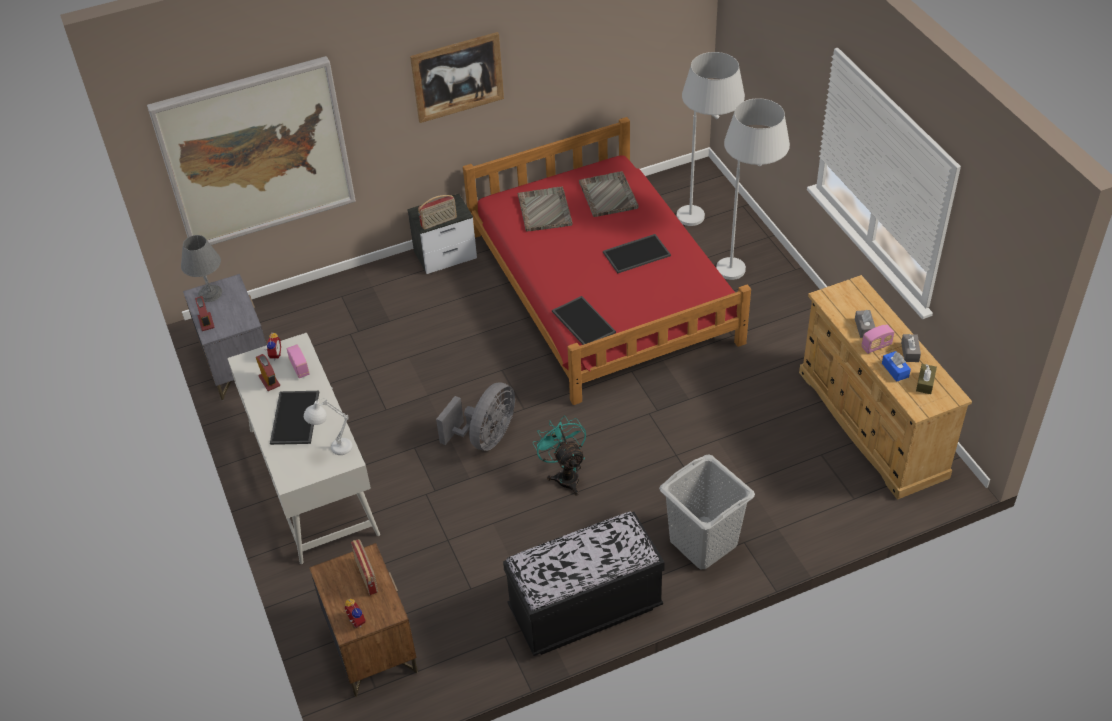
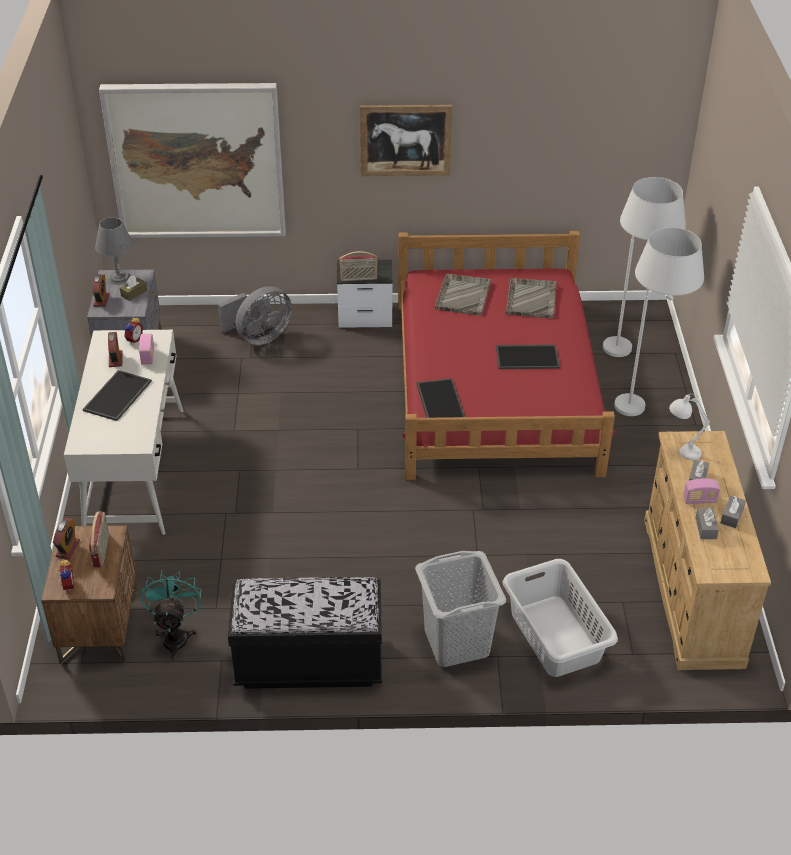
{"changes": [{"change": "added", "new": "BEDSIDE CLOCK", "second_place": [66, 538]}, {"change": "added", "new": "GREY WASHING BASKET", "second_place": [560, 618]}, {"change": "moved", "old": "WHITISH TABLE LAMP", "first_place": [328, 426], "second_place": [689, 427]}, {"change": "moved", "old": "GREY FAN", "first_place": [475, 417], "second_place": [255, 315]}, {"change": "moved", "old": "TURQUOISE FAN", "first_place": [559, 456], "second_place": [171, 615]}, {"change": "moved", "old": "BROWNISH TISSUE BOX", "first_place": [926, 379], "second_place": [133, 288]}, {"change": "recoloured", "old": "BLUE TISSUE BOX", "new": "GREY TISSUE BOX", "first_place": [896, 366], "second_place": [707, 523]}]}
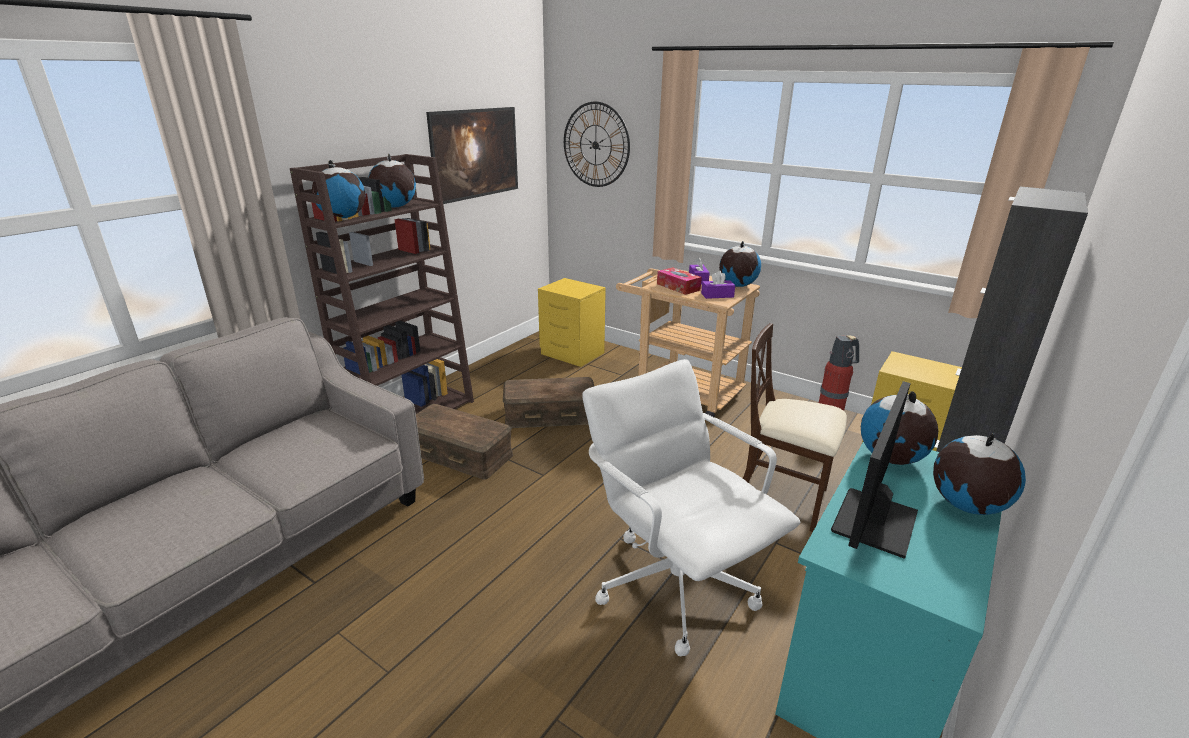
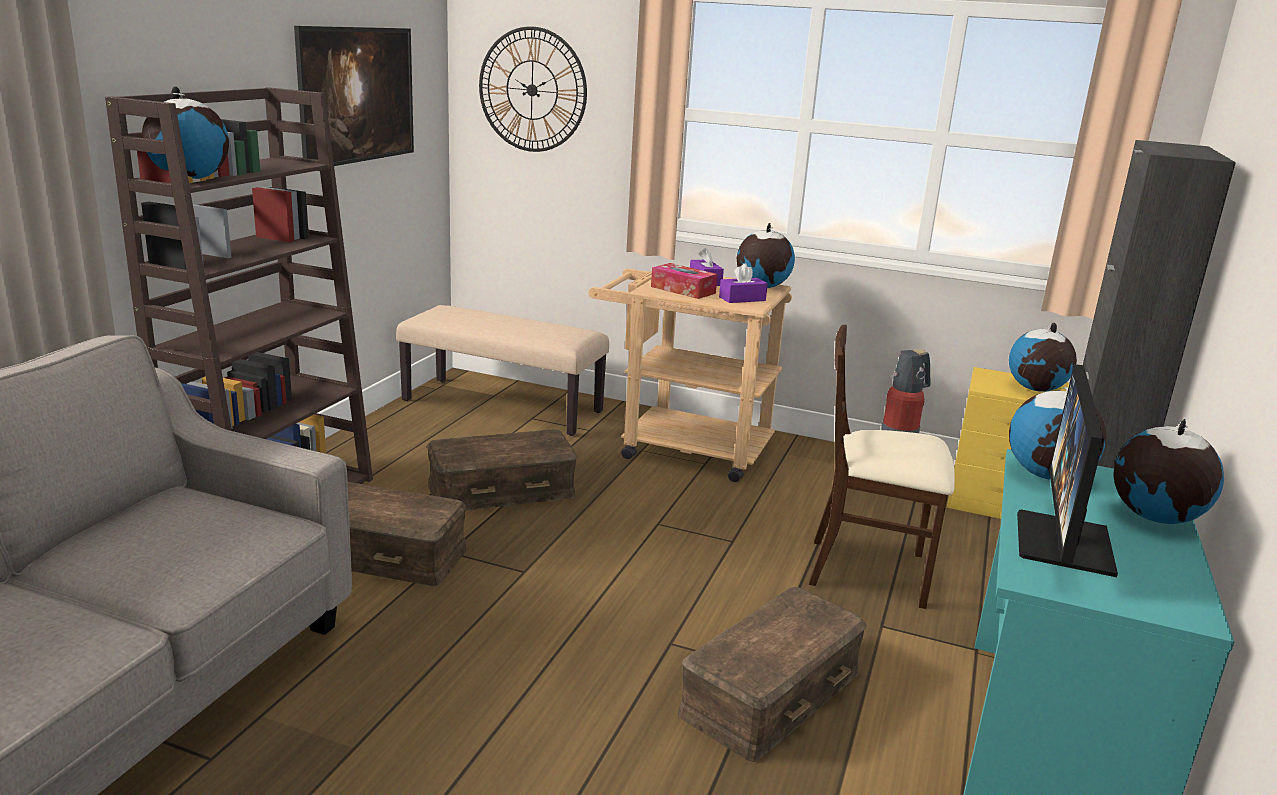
{"changes": [{"change": "moved", "old": "DESK GLOBE", "first_place": [392, 180], "second_place": [1043, 357]}, {"change": "replaced", "old": "YELLOWISH BEDSIDE TABLE", "new": "BEIGE-COLOURED LONG SEAT", "first_place": [572, 322], "second_place": [502, 370]}, {"change": "replaced", "old": "WHITISH DESK CHAIR", "new": "BROWNISH STORAGE CONTAINER", "first_place": [691, 507], "second_place": [772, 674]}]}
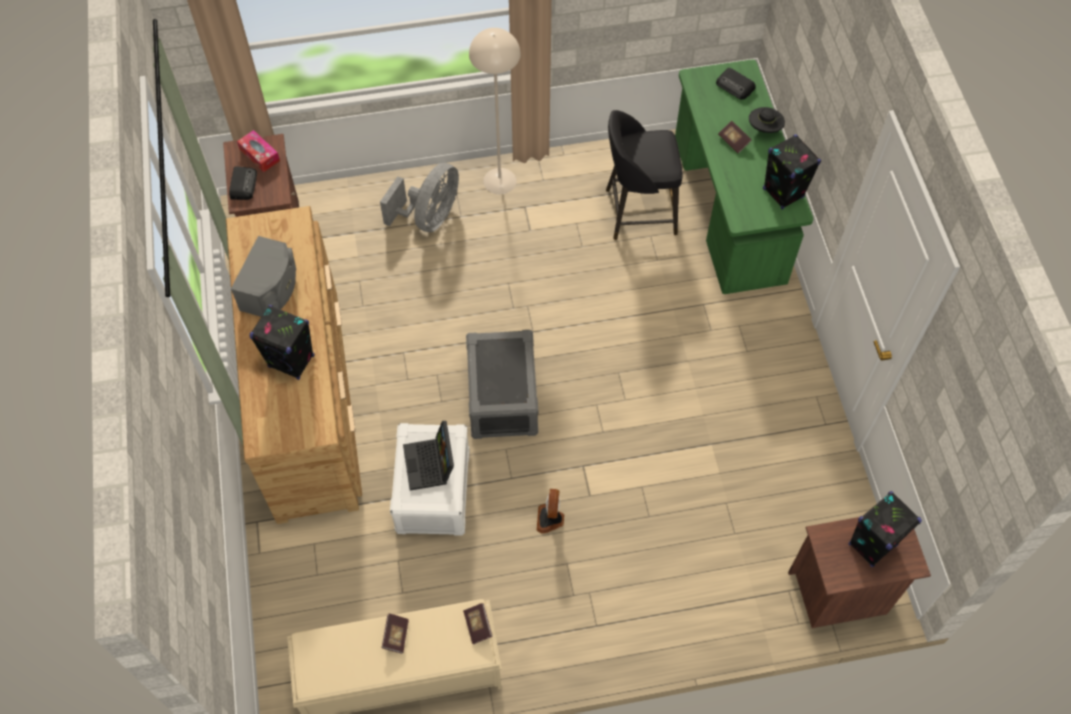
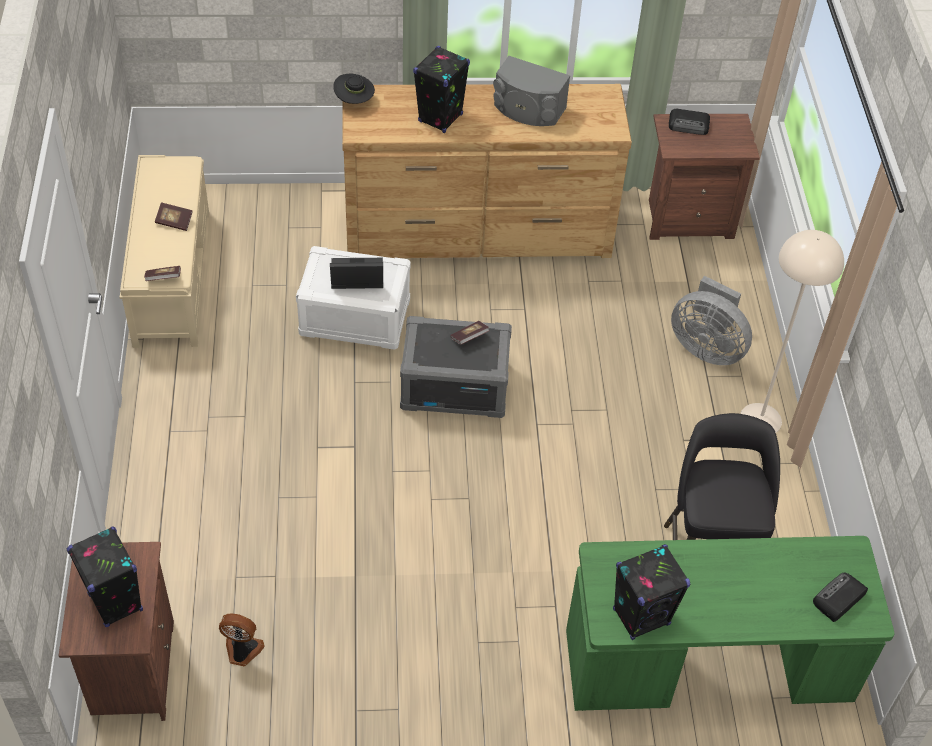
{"changes": [{"change": "removed", "old": "TISSUE BOX", "first_place": [258, 151]}, {"change": "moved", "old": "FAN", "first_place": [550, 511], "second_place": [242, 640]}, {"change": "moved", "old": "BOUND BOOK", "first_place": [735, 137], "second_place": [470, 333]}, {"change": "moved", "old": "BLACKISH CLOTHING HAT", "first_place": [767, 120], "second_place": [354, 89]}]}
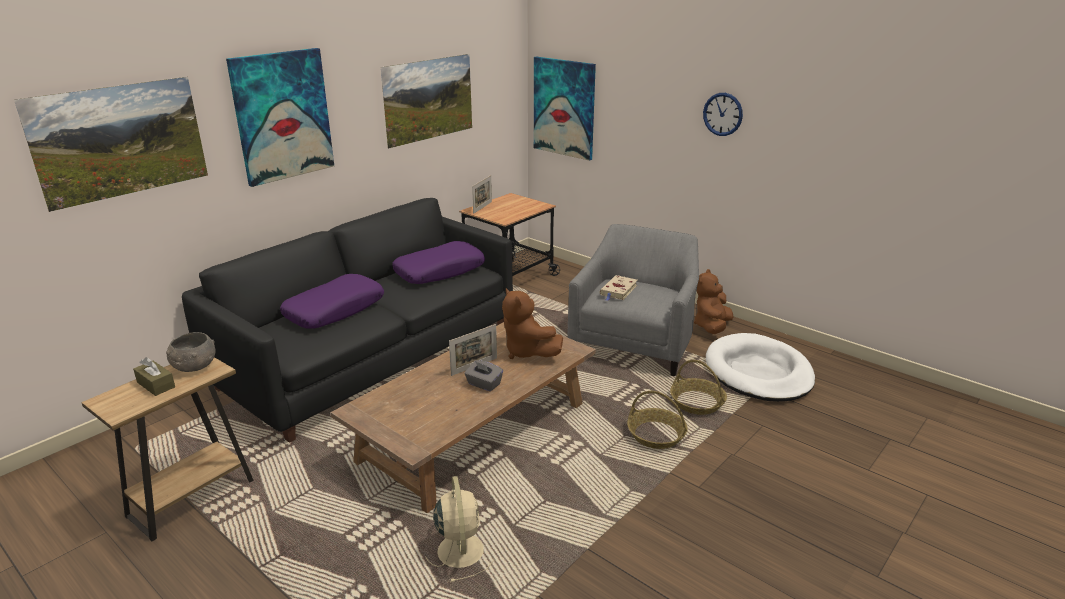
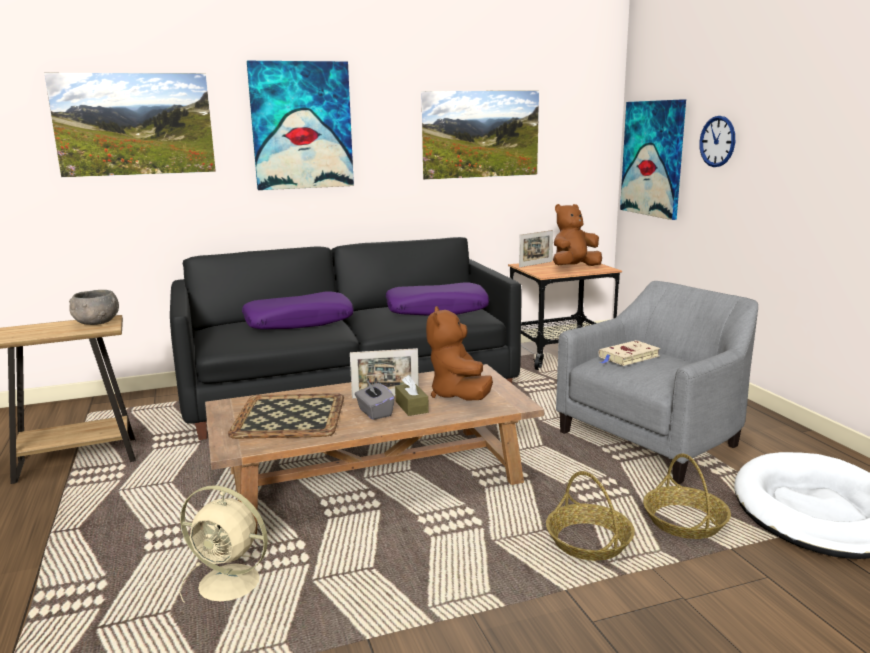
{"changes": [{"change": "added", "new": "CARRYING TRAY", "second_place": [286, 416]}, {"change": "moved", "old": "BROWNISH TISSUE BOX", "first_place": [154, 376], "second_place": [412, 395]}, {"change": "moved", "old": "BROWNISH SOFT TOY", "first_place": [713, 301], "second_place": [577, 235]}, {"change": "moved", "old": "WALL CLOCK", "first_place": [723, 114], "second_place": [717, 141]}, {"change": "turned", "old": "BEIGE-COLOURED FAN", "first_place": [459, 529], "second_place": [223, 544], "degrees": 90}]}
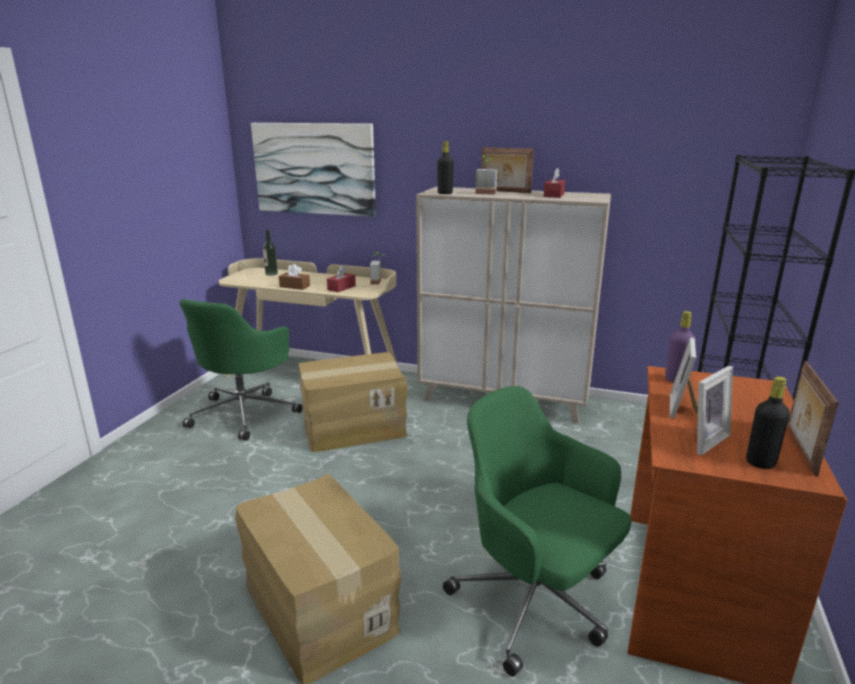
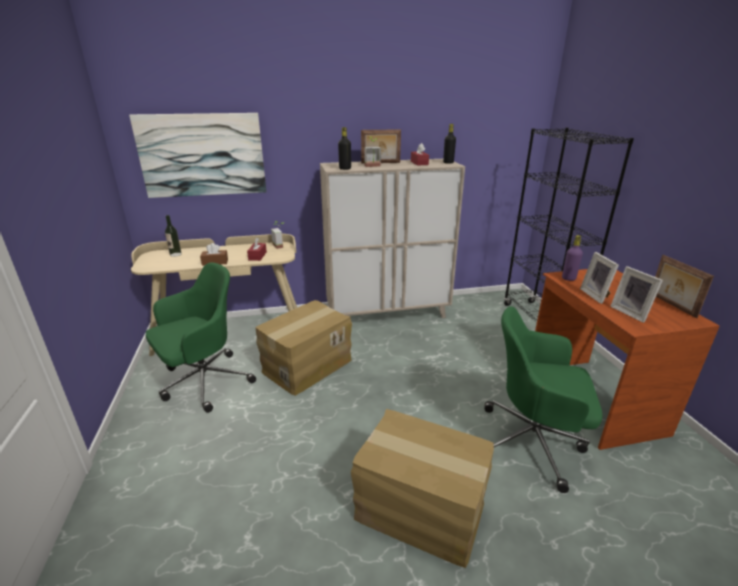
{"changes": [{"change": "moved", "old": "BLACKISH BEVERAGE BOTTLE", "first_place": [768, 422], "second_place": [449, 144]}, {"change": "turned", "old": "GREEN DESK CHAIR", "first_place": [240, 370], "second_place": [201, 337], "degrees": -120}, {"change": "turned", "old": "PICTURE FRAME", "first_place": [712, 410], "second_place": [636, 294], "degrees": 135}]}
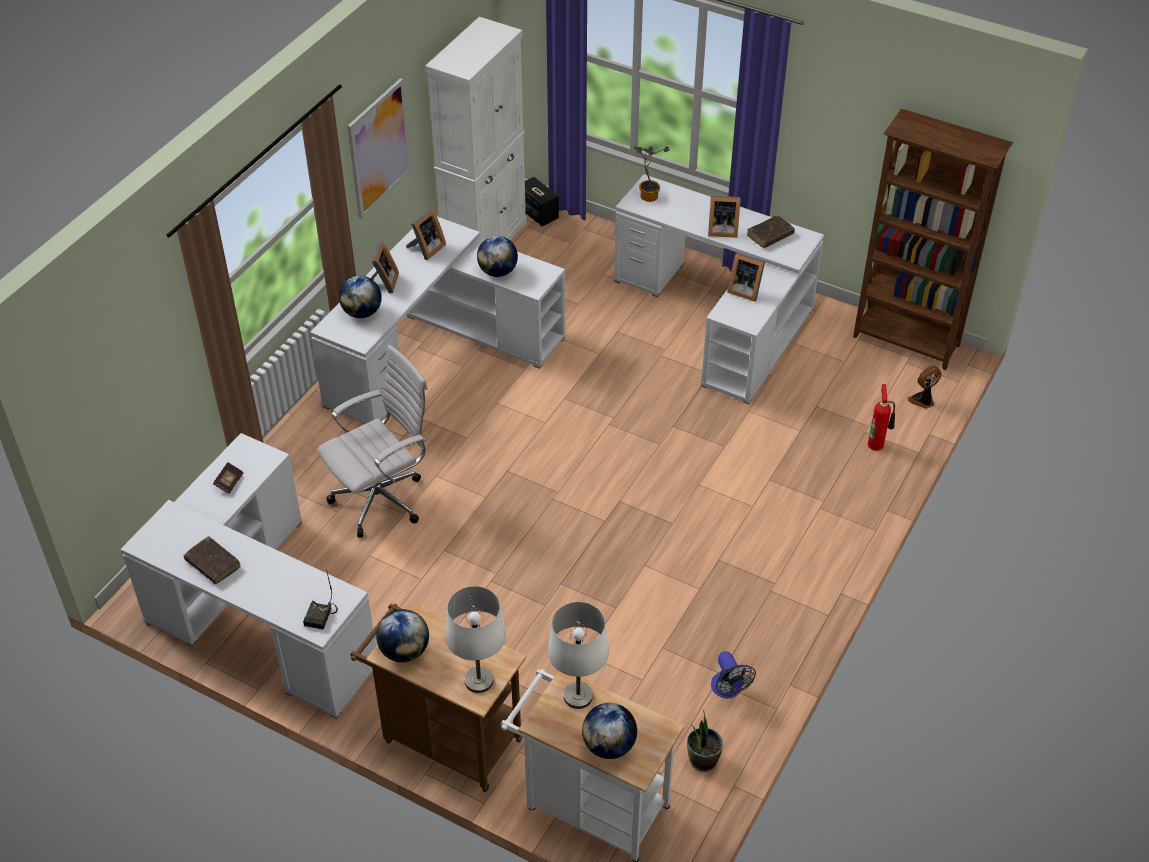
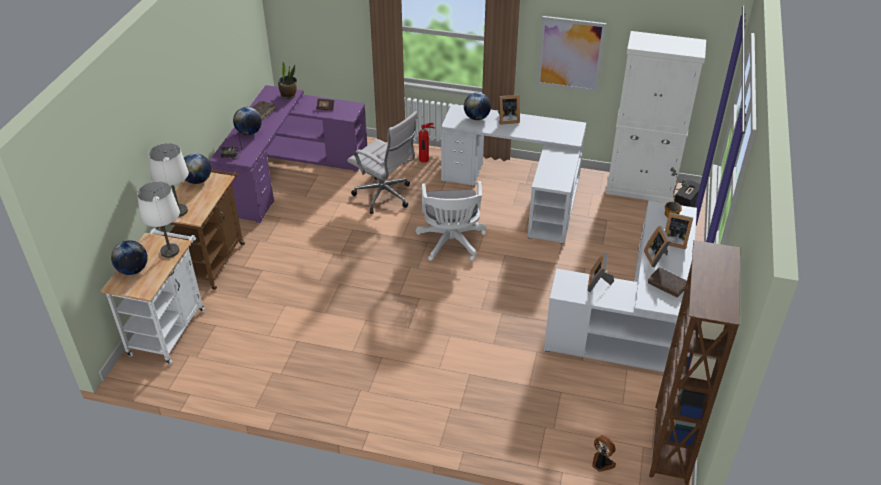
{"changes": [{"change": "removed", "old": "FAN", "first_place": [733, 674]}, {"change": "added", "new": "WHITISH DESK CHAIR", "second_place": [451, 221]}, {"change": "moved", "old": "PICTURE FRAME", "first_place": [426, 234], "second_place": [679, 230]}, {"change": "moved", "old": "DESK GLOBE", "first_place": [497, 256], "second_place": [247, 121]}, {"change": "moved", "old": "PLANT IN A POT", "first_place": [705, 741], "second_place": [287, 80]}, {"change": "moved", "old": "FIRE EXTINGUISHER", "first_place": [881, 417], "second_place": [427, 143]}, {"change": "recoloured", "old": "WHITISH DESK", "new": "PURPLE DESK", "first_place": [248, 576], "second_place": [288, 154]}]}
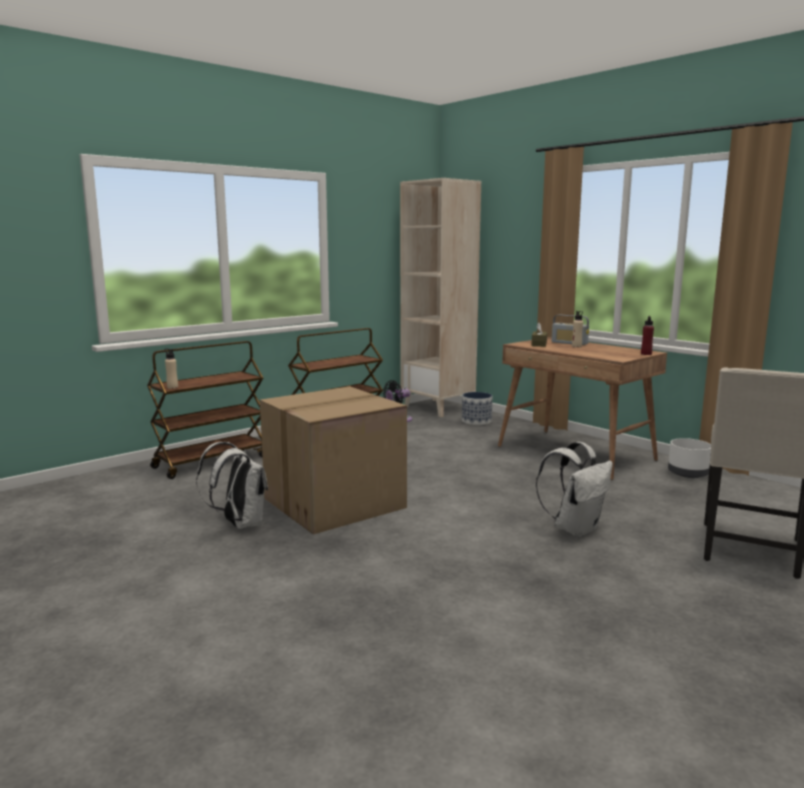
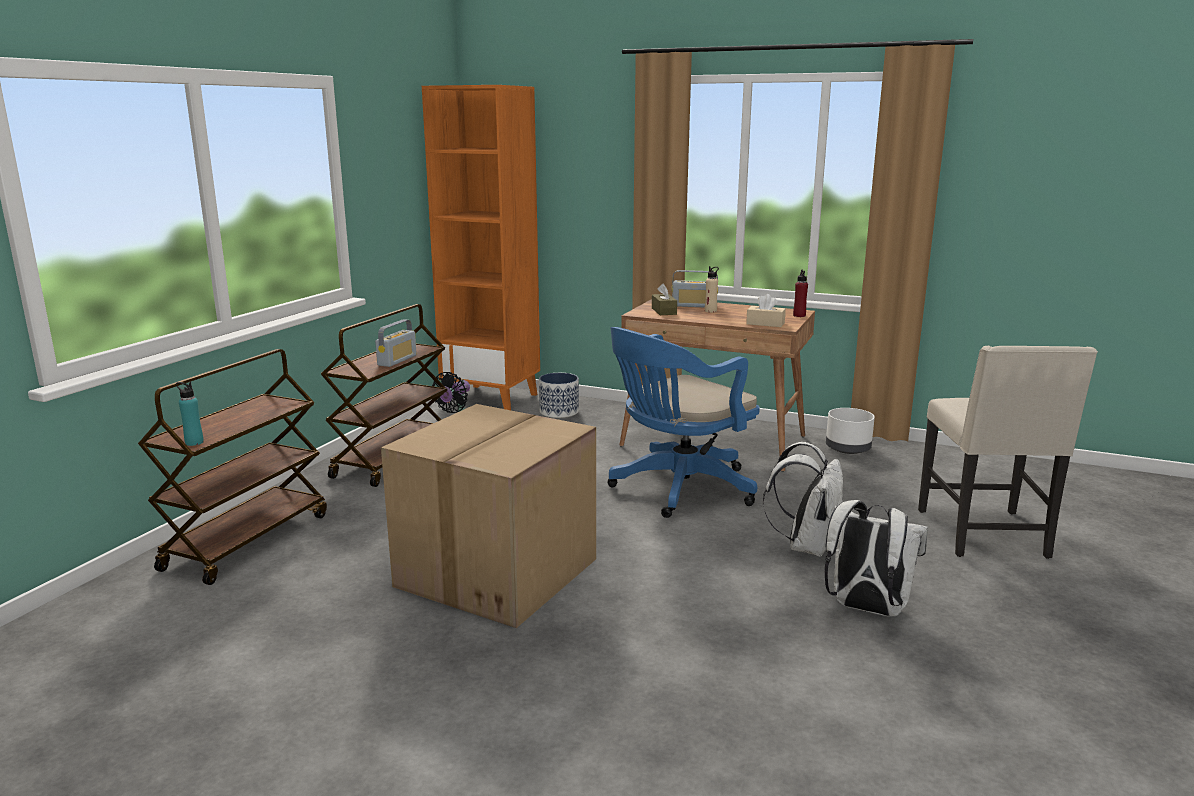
{"changes": [{"change": "added", "new": "RADIO RECEIVER", "second_place": [396, 343]}, {"change": "added", "new": "BLUE DESK CHAIR", "second_place": [683, 422]}, {"change": "added", "new": "BEIGE-COLOURED TISSUE BOX", "second_place": [766, 310]}, {"change": "moved", "old": "WHITISH KNAPSACK", "first_place": [232, 485], "second_place": [876, 558]}, {"change": "recoloured", "old": "BEIGE-COLOURED BEVERAGE BOTTLE", "new": "TURQUOISE BEVERAGE BOTTLE", "first_place": [171, 368], "second_place": [189, 414]}, {"change": "recoloured", "old": "BEIGE-COLOURED BOOKSHELF", "new": "ORANGE-COLOURED BOOKSHELF", "first_place": [440, 297], "second_place": [481, 247]}]}
